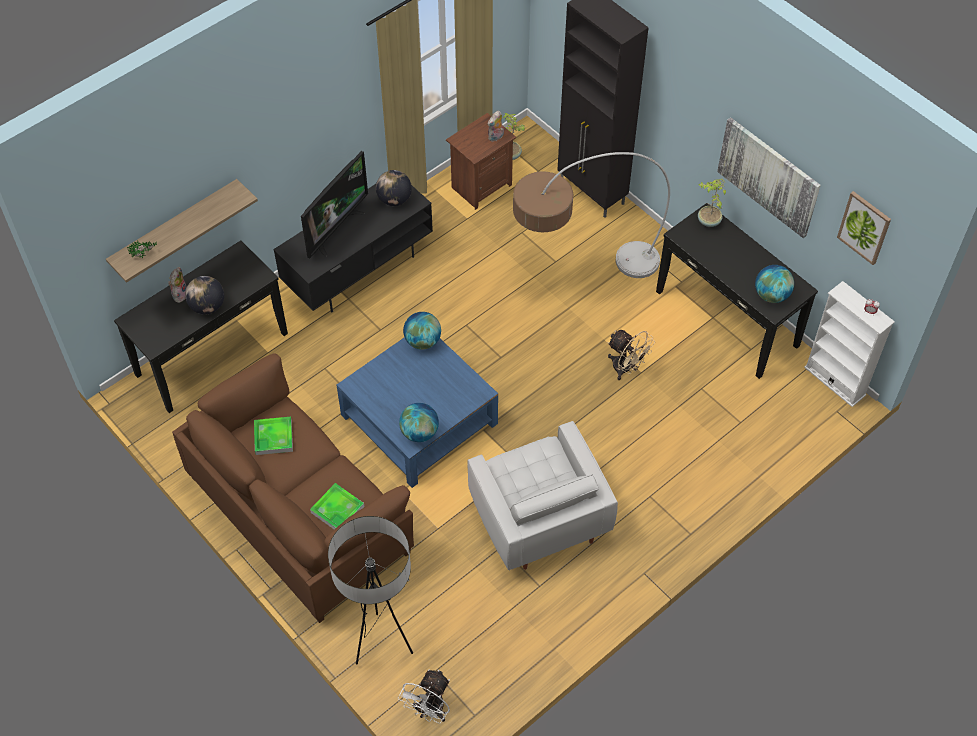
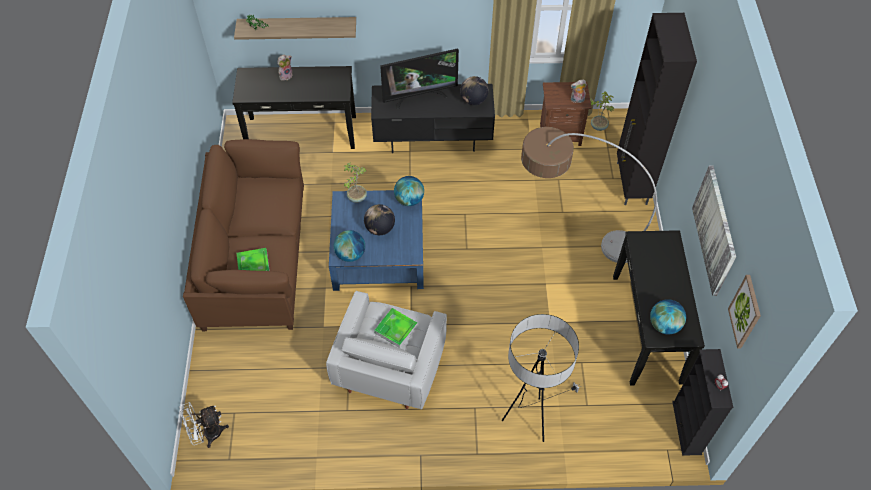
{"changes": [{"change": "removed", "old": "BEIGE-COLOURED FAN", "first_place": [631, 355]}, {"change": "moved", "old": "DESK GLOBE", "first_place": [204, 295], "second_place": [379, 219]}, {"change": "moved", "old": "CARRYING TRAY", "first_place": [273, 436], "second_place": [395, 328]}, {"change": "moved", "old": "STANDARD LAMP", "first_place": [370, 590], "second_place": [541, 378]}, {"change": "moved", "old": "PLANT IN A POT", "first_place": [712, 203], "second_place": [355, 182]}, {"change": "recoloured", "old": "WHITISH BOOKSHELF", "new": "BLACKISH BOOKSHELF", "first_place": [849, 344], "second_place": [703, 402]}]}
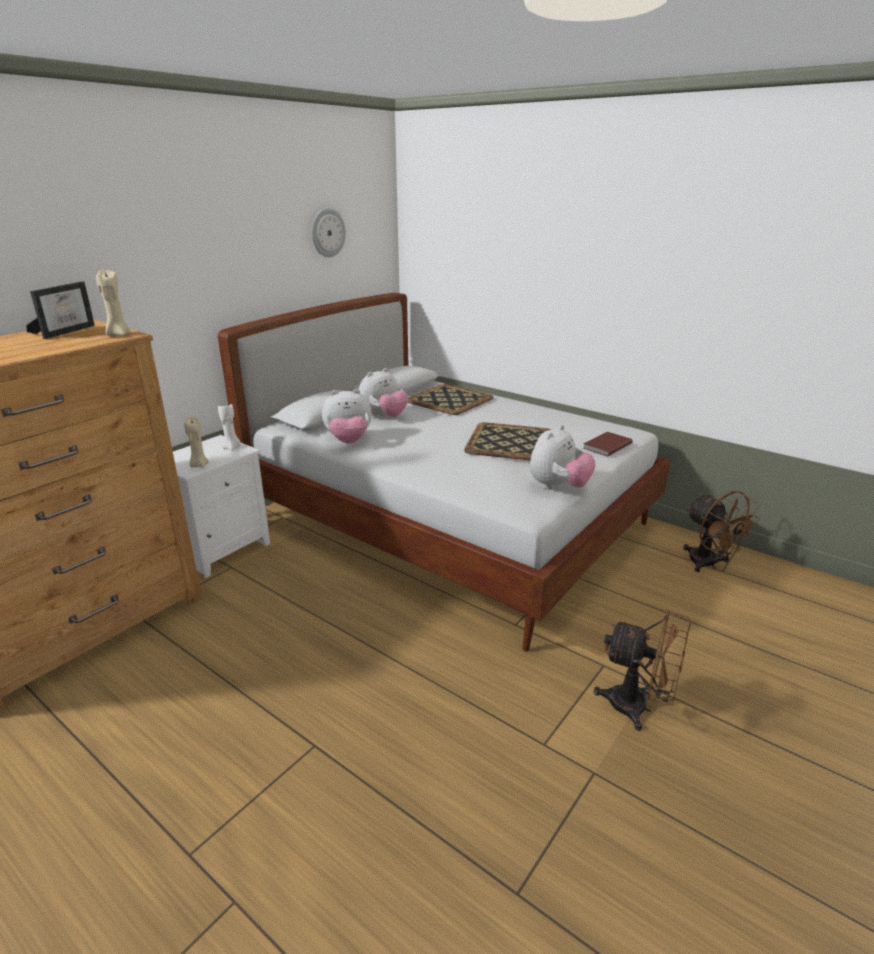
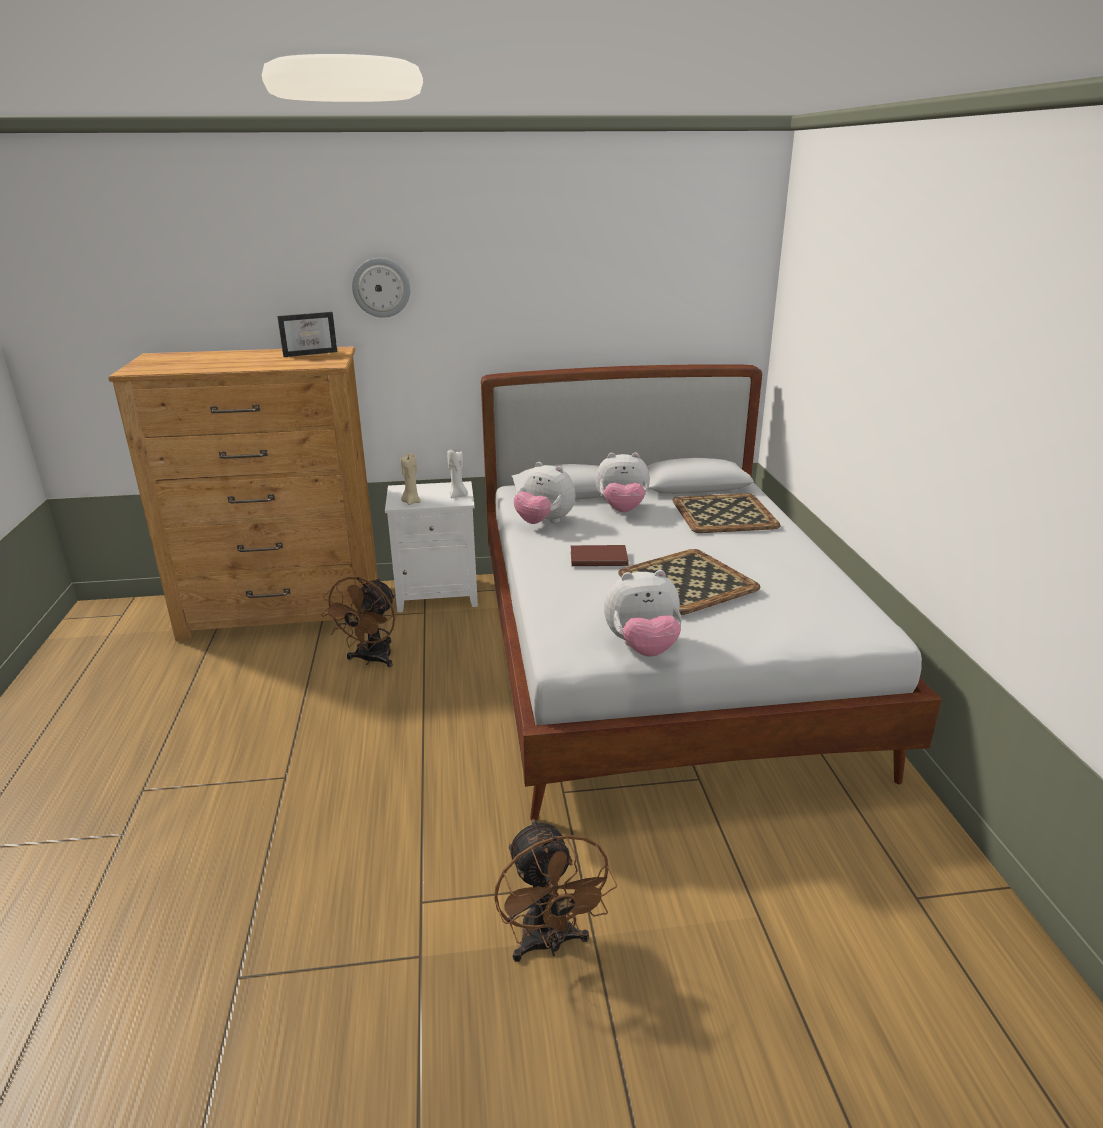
{"changes": [{"change": "removed", "old": "BEIGE-COLOURED CANDLE", "first_place": [113, 303]}, {"change": "moved", "old": "WALL CLOCK", "first_place": [329, 232], "second_place": [381, 288]}, {"change": "moved", "old": "BROWNISH BOUND BOOK", "first_place": [608, 444], "second_place": [599, 555]}, {"change": "moved", "old": "BROWNISH FAN", "first_place": [721, 531], "second_place": [358, 622]}]}
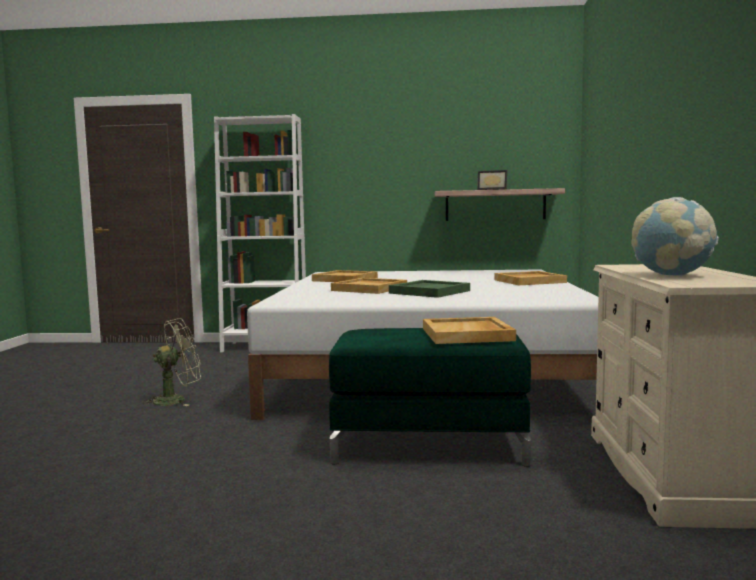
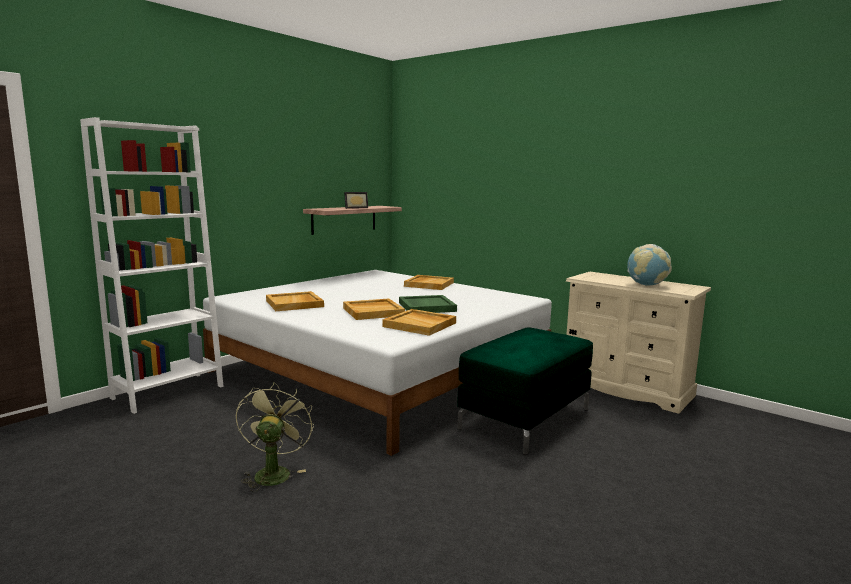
{"changes": [{"change": "moved", "old": "BEIGE-COLOURED CARRYING TRAY", "first_place": [469, 330], "second_place": [419, 322]}]}
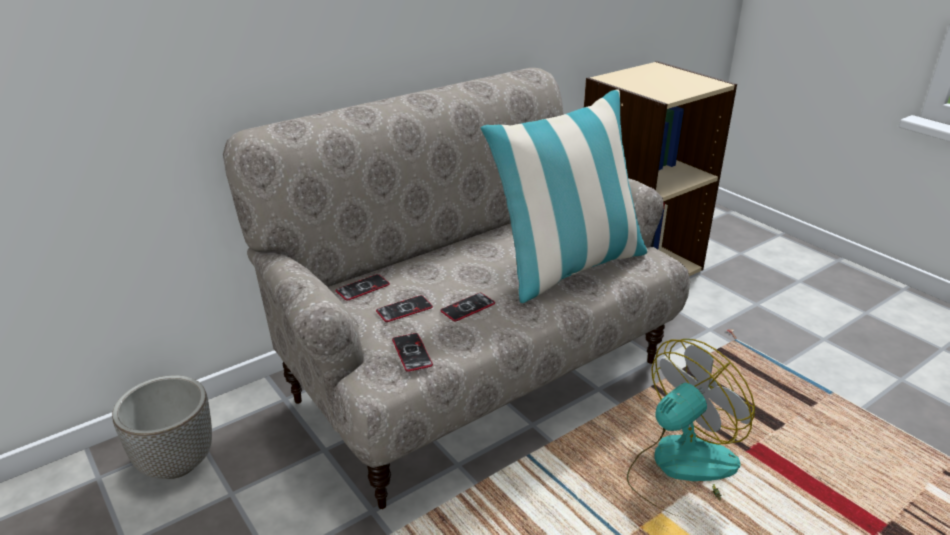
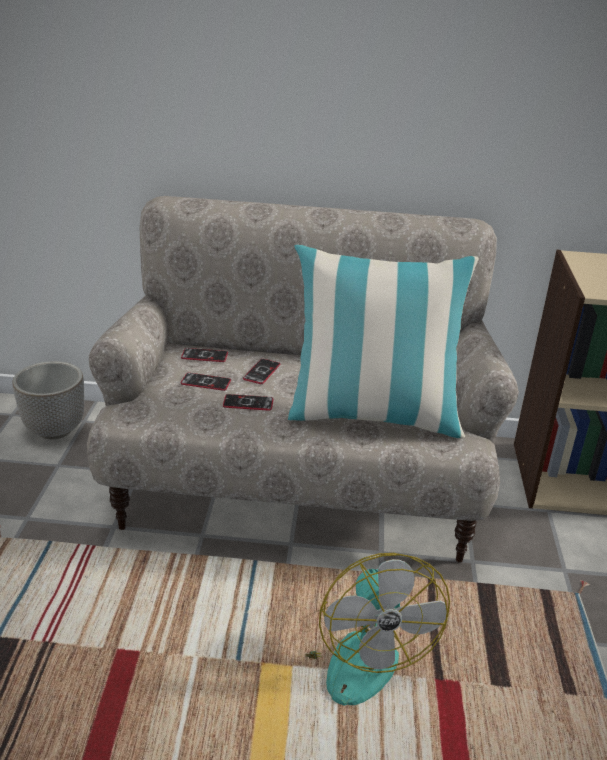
{"changes": [{"change": "moved", "old": "TELEPHONE", "first_place": [412, 352], "second_place": [261, 371]}, {"change": "turned", "old": "FAN", "first_place": [691, 429], "second_place": [376, 629], "degrees": 75}]}
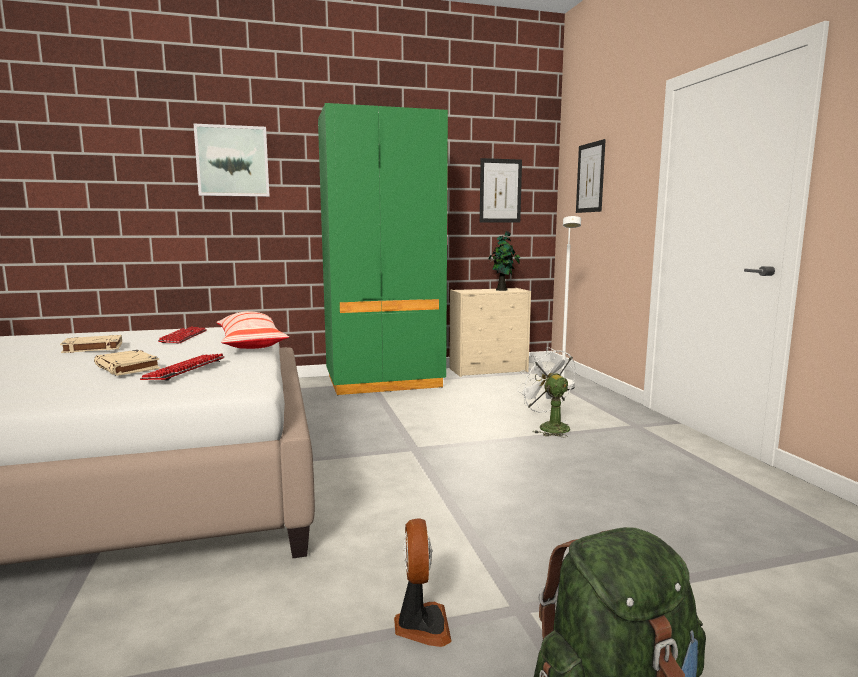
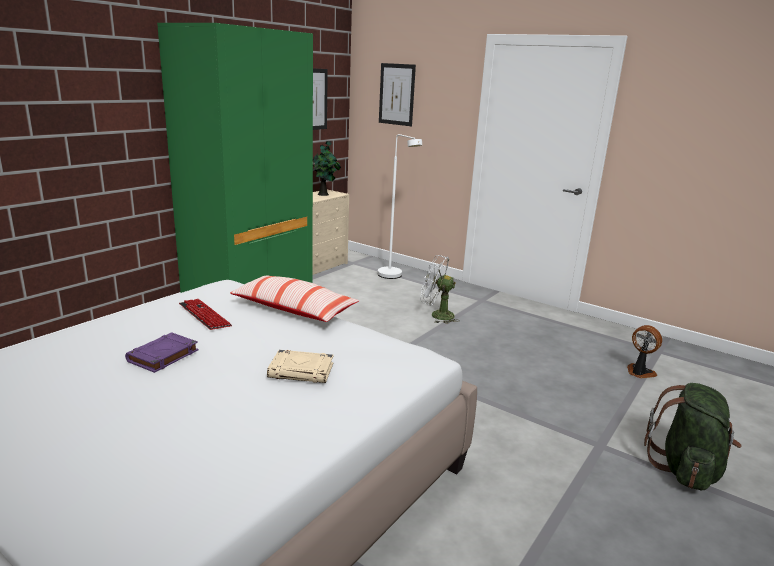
{"changes": [{"change": "removed", "old": "KEYBOARD", "first_place": [182, 367]}, {"change": "removed", "old": "WALL PICTURE", "first_place": [231, 160]}, {"change": "moved", "old": "FAN", "first_place": [423, 582], "second_place": [644, 351]}, {"change": "recoloured", "old": "BEIGE-COLOURED BOUND BOOK", "new": "PURPLE BOUND BOOK", "first_place": [91, 344], "second_place": [161, 352]}]}
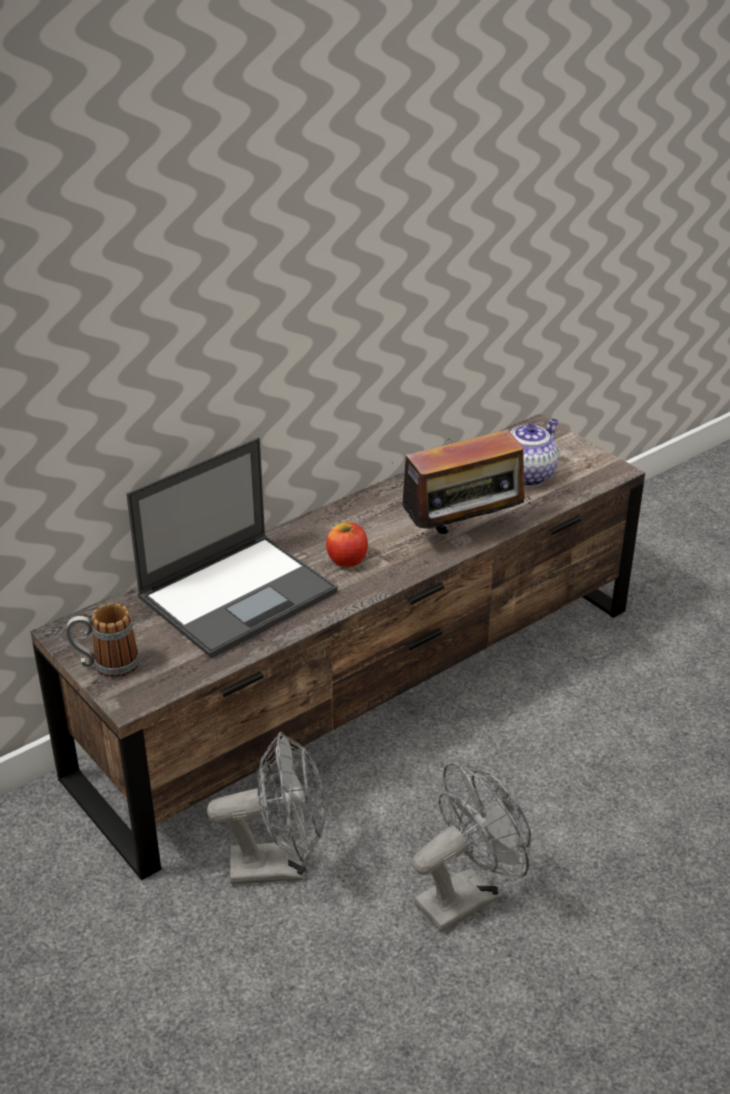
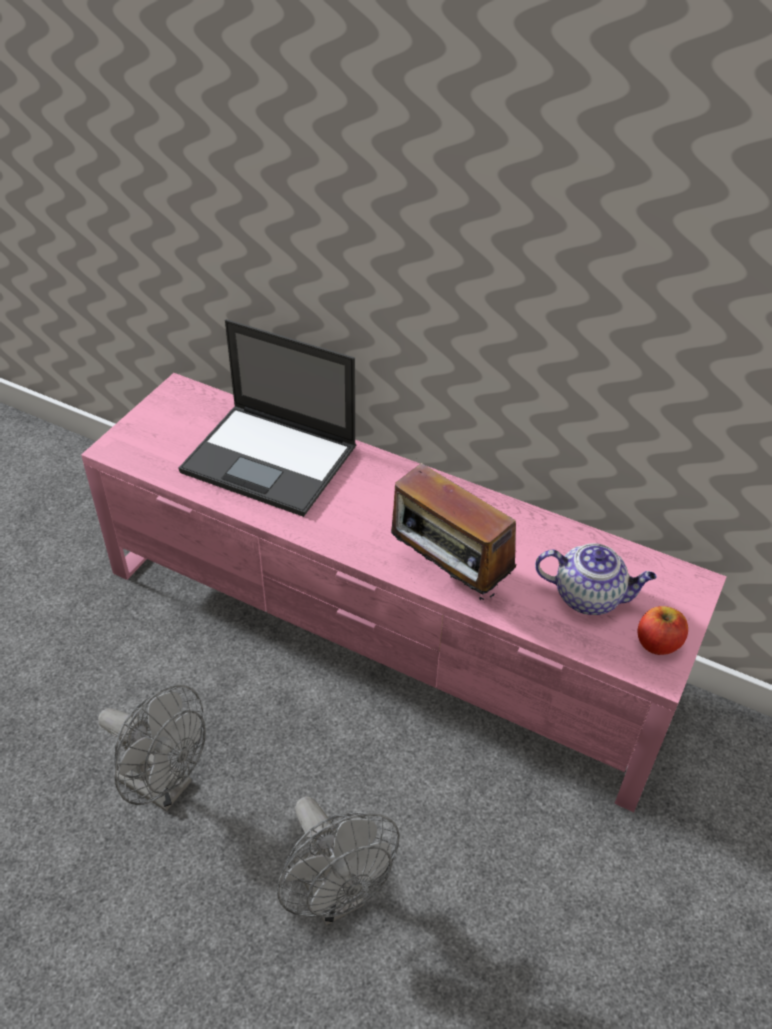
{"changes": [{"change": "removed", "old": "MUG", "first_place": [103, 640]}, {"change": "moved", "old": "GREY FAN", "first_place": [266, 808], "second_place": [338, 861]}, {"change": "moved", "old": "APPLE", "first_place": [347, 544], "second_place": [662, 630]}, {"change": "recoloured", "old": "BROWNISH TV UNIT", "new": "PINK TV UNIT", "first_place": [337, 647], "second_place": [404, 592]}]}
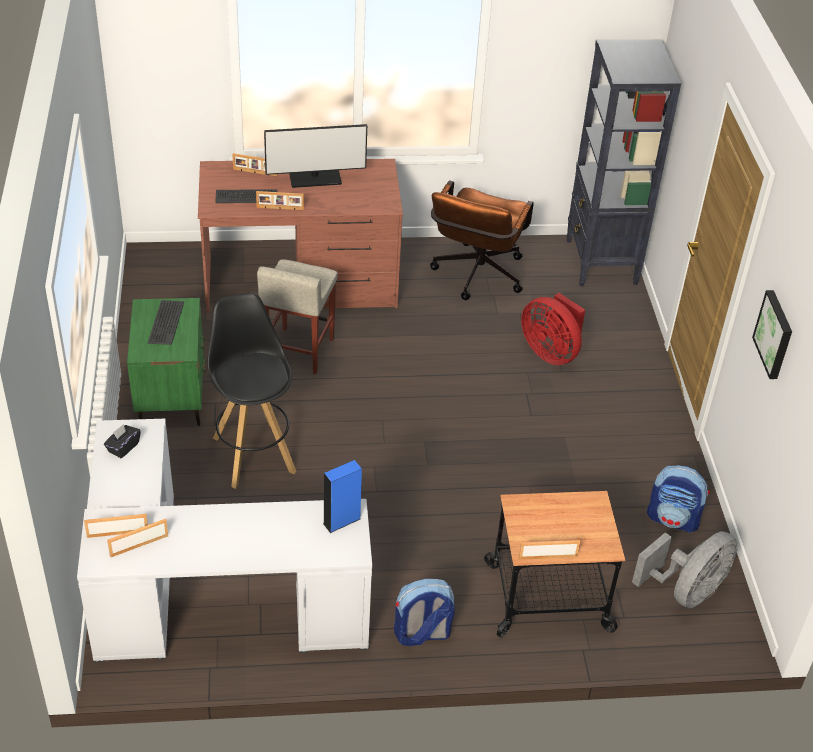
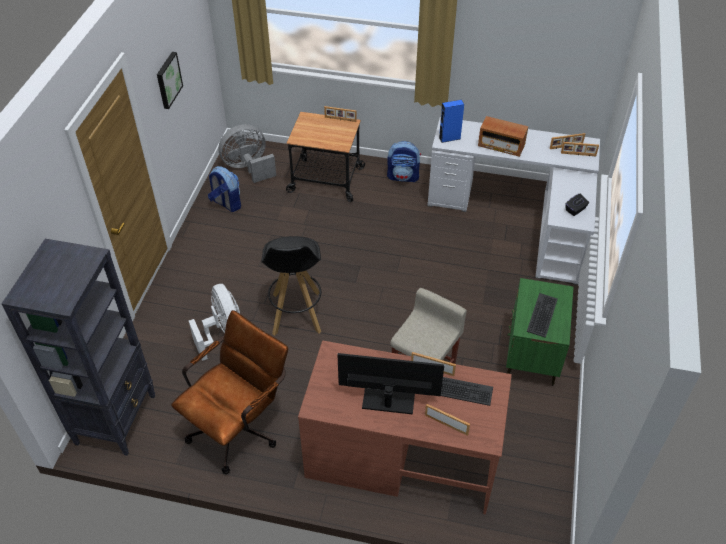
{"changes": [{"change": "added", "new": "RADIO RECEIVER", "second_place": [503, 136]}, {"change": "moved", "old": "BLACKISH STOOL SEAT", "first_place": [252, 390], "second_place": [291, 286]}, {"change": "recoloured", "old": "RED FAN", "new": "WHITISH FAN", "first_place": [553, 329], "second_place": [214, 322]}]}
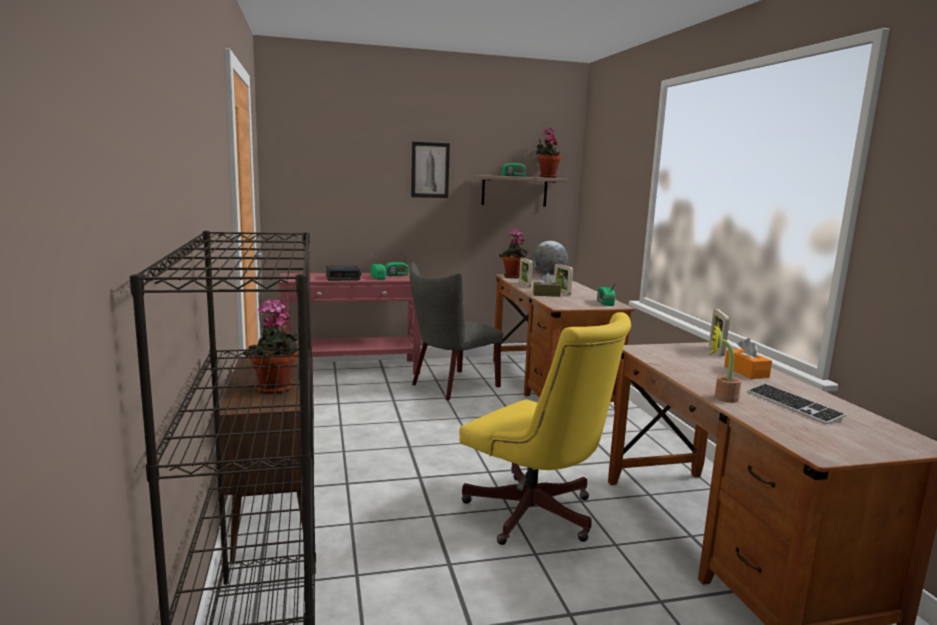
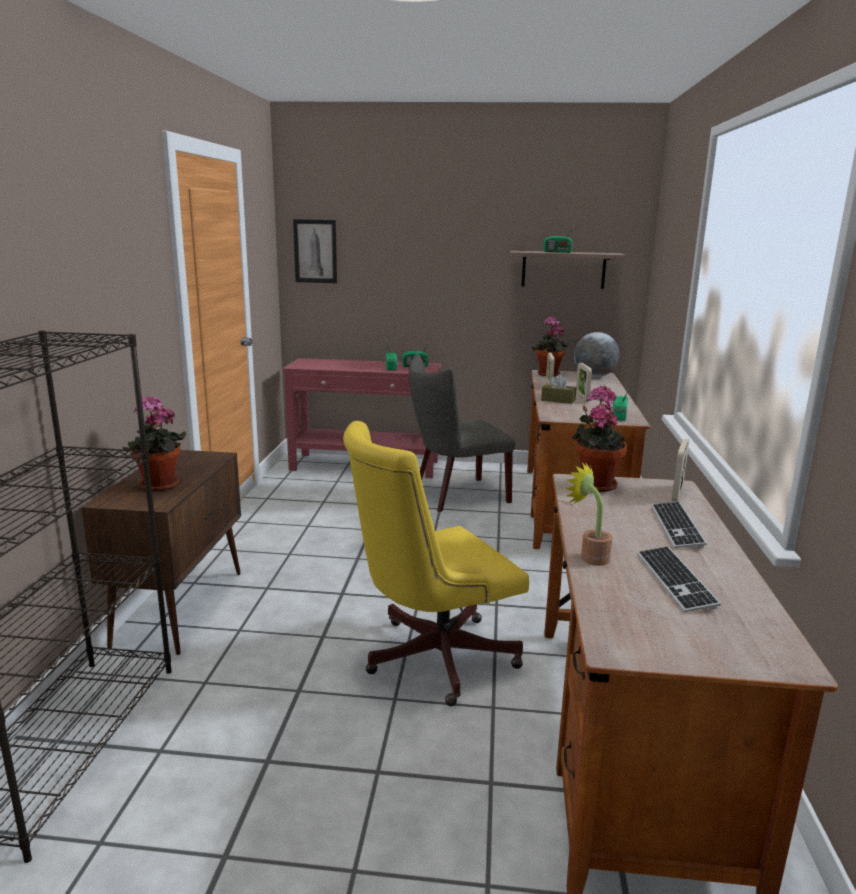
{"changes": [{"change": "removed", "old": "BEDSIDE CLOCK", "first_place": [343, 273]}, {"change": "moved", "old": "WALL PICTURE", "first_place": [430, 170], "second_place": [315, 251]}, {"change": "moved", "old": "PLANT IN A POT", "first_place": [548, 152], "second_place": [599, 439]}, {"change": "replaced", "old": "ORANGE-COLOURED TISSUE BOX", "new": "KEYBOARD", "first_place": [748, 358], "second_place": [679, 525]}, {"change": "turned", "old": "YELLOWISH DESK CHAIR", "first_place": [545, 428], "second_place": [436, 563], "degrees": 90}]}
